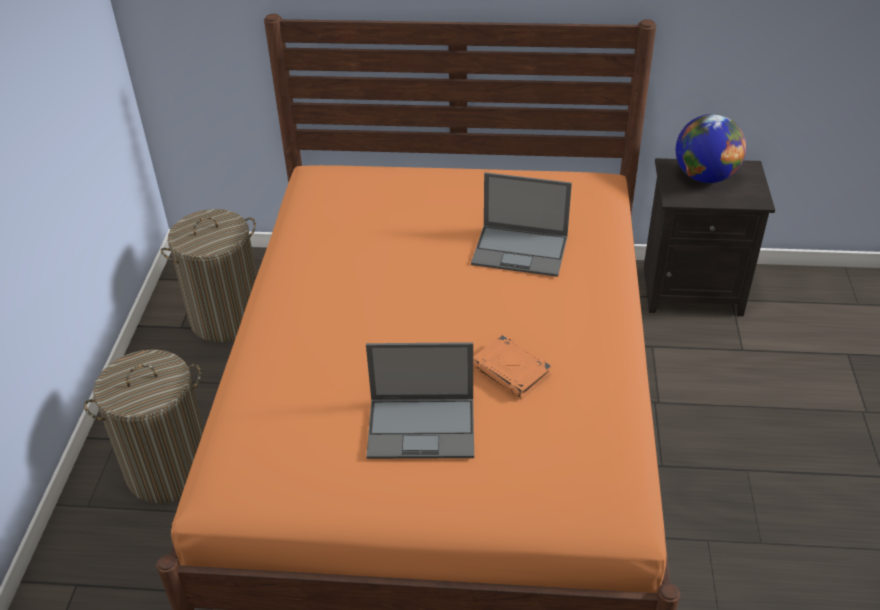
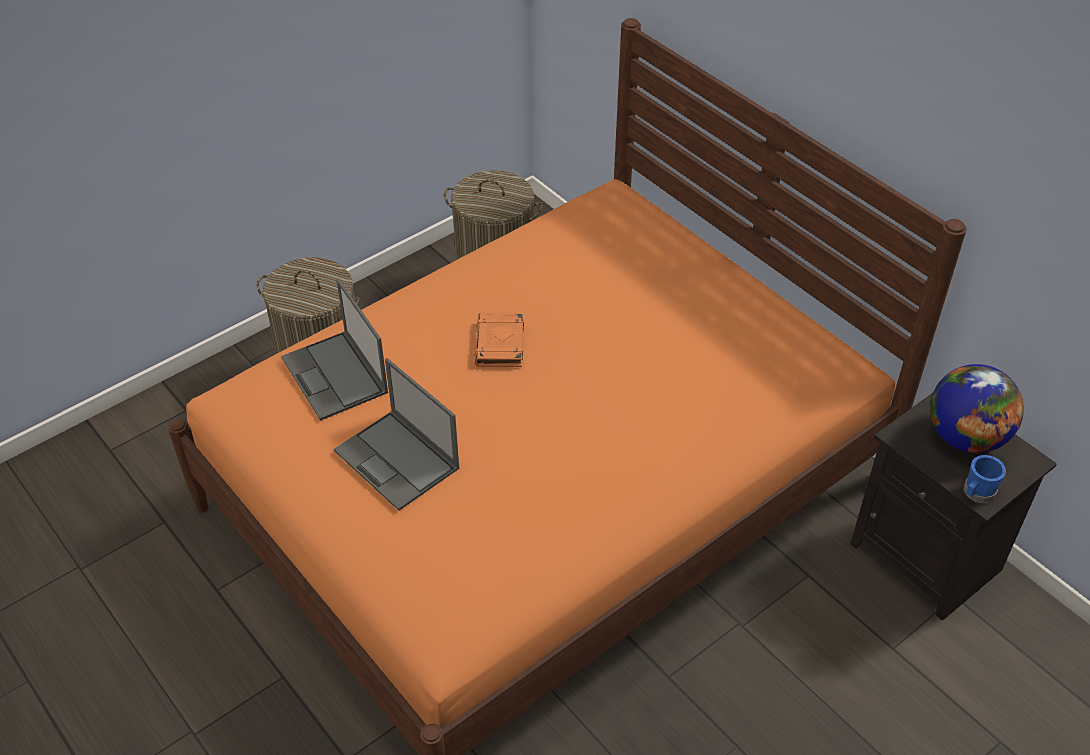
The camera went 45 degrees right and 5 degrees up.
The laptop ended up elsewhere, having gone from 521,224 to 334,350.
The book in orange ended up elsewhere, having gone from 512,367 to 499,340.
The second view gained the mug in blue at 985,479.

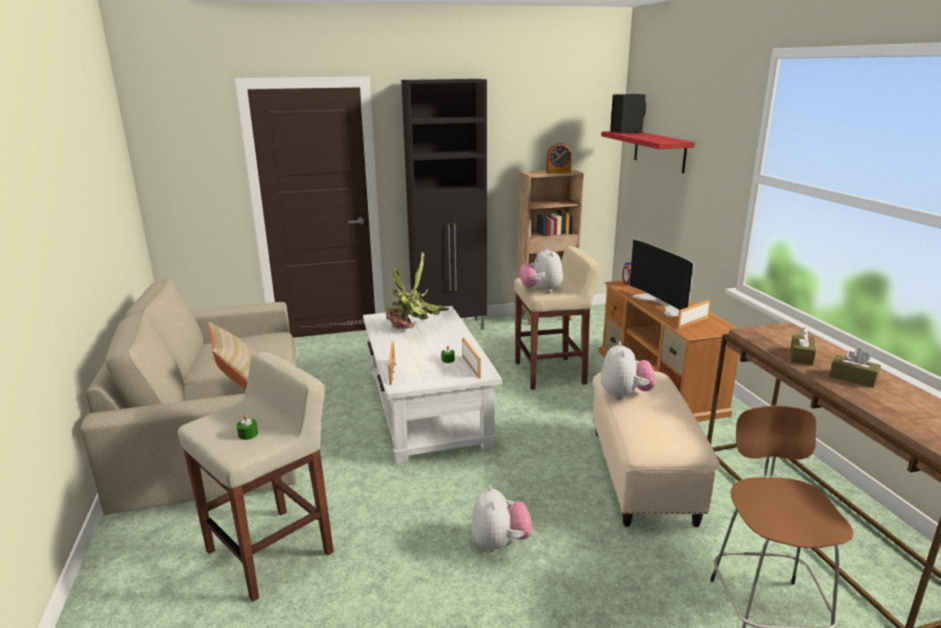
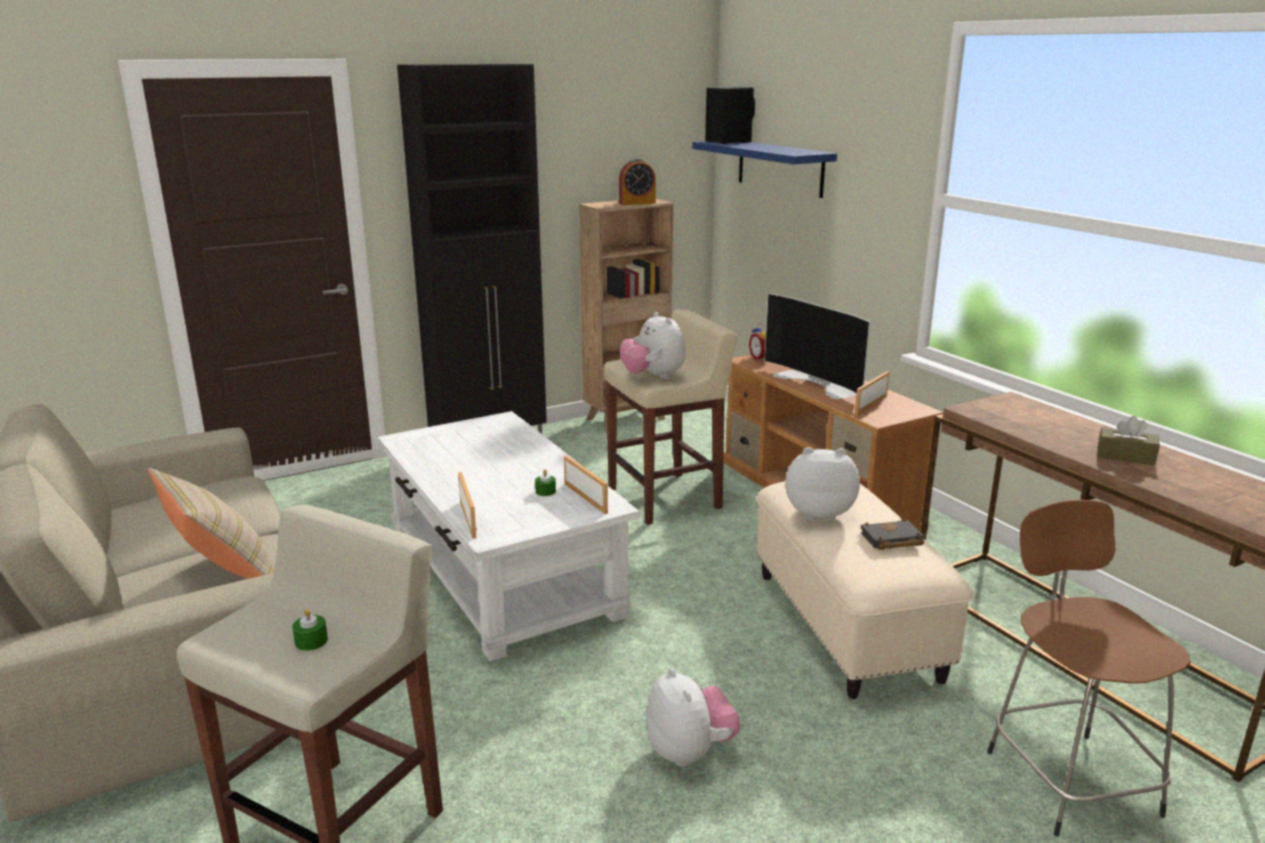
The camera went 15 degrees left and 0 degrees up.
What was the shelf in red at 648,152 turned into the shelf in blue at 764,169.
The plush toy at 628,370 ended up facing another way, 75 degrees counterclockwise from before.
The second view gained the book in black at 893,534.
The second view lost the potted plant at 417,291.
The second view lost the tissue box in brown at 803,347.

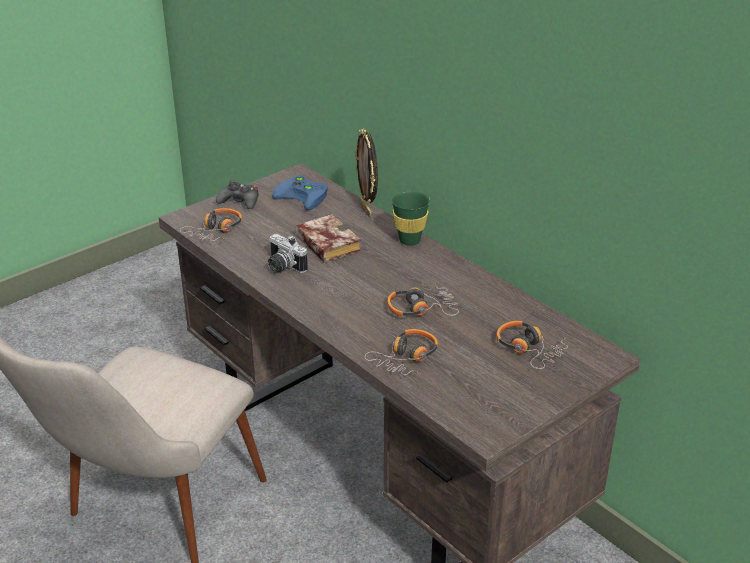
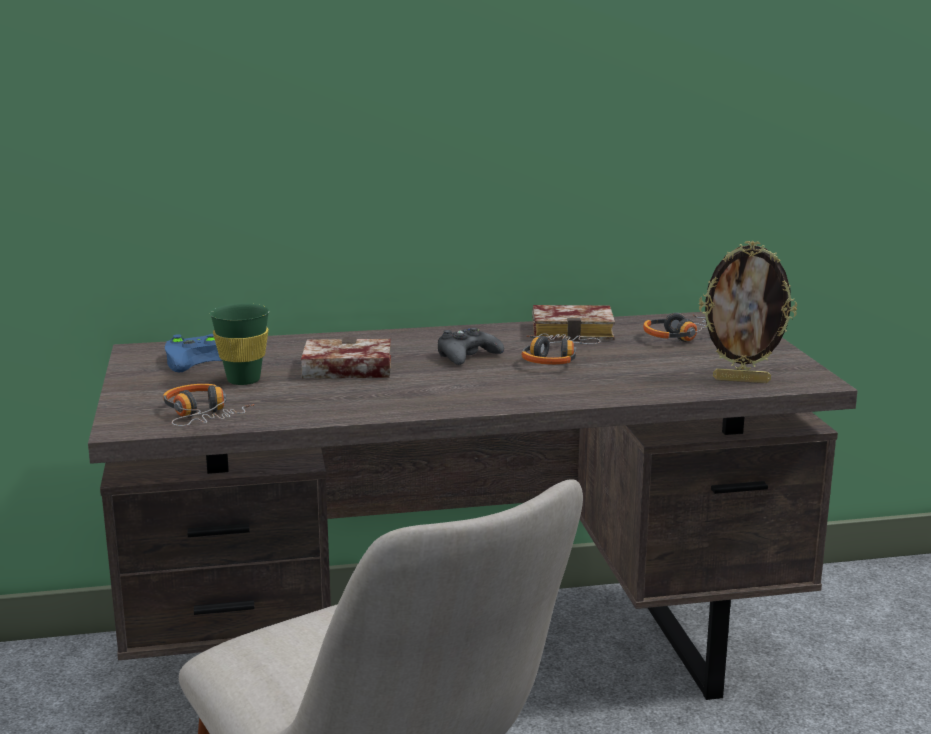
The camera went 60 degrees left and 15 degrees down.
The cup in green ended up elsewhere, having gone from 410,218 to 239,344.
The game controller in black ended up elsewhere, having gone from 237,194 to 471,346.
The second view gained the book at 573,323.
The picture frame ended up elsewhere, having gone from 366,173 to 748,312.
The second view lost the photo camera at 288,253.
The second view lost the headphones at 401,352.

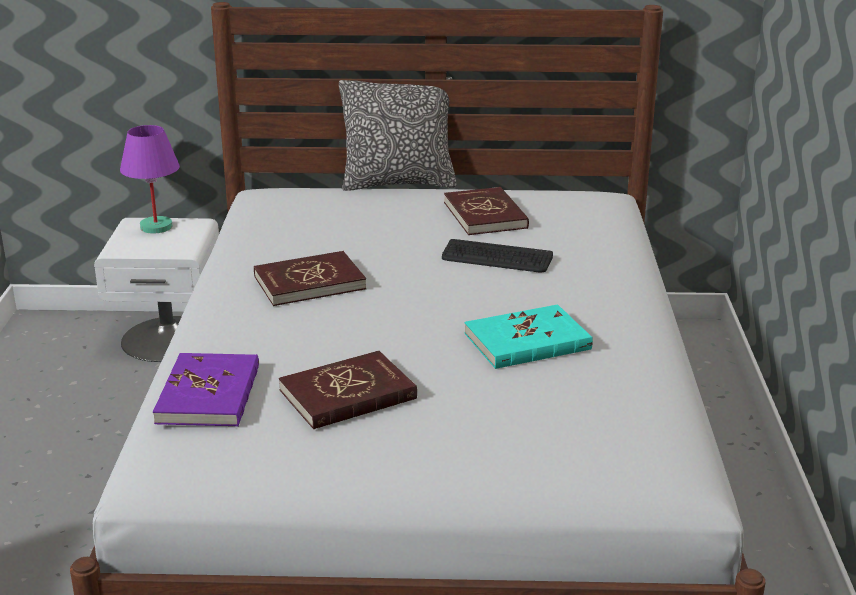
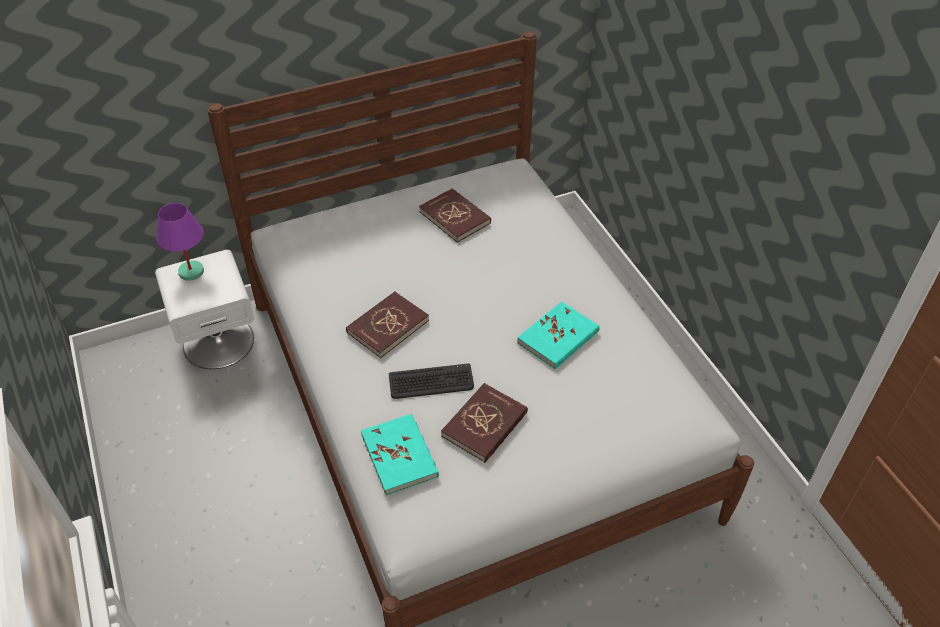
The camera went 25 degrees left and 20 degrees up.
What was the book in purple at 206,390 turned into the book in turquoise at 400,454.
The keyboard ended up elsewhere, having gone from 497,256 to 431,381.
The second view lost the pillow at 398,134.

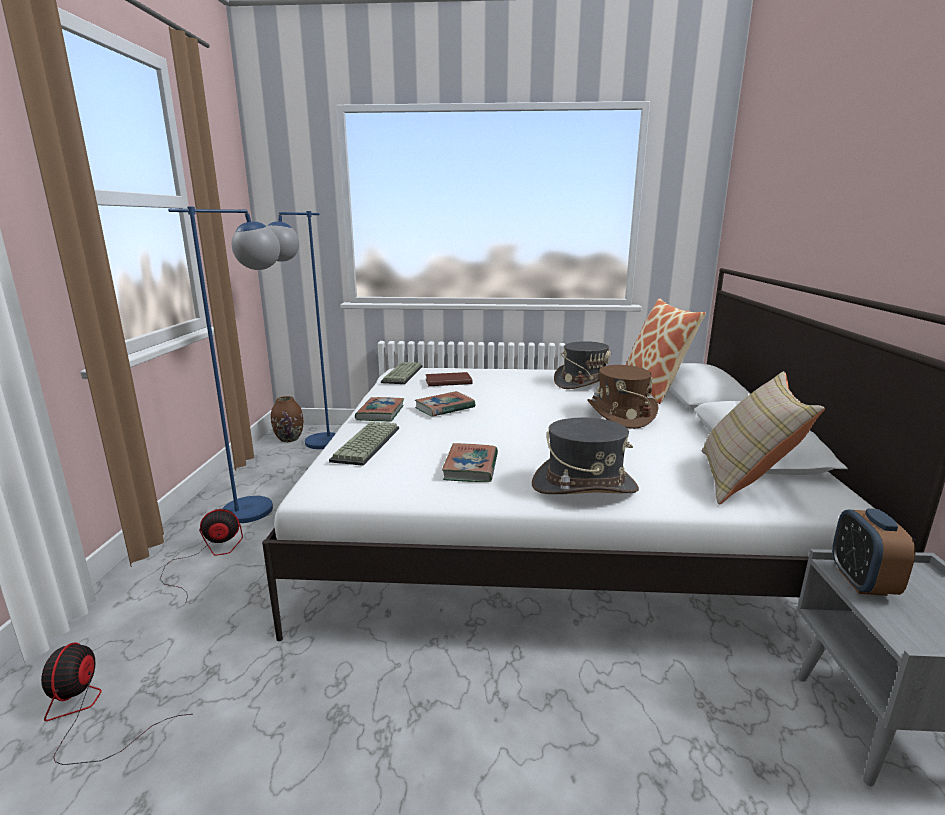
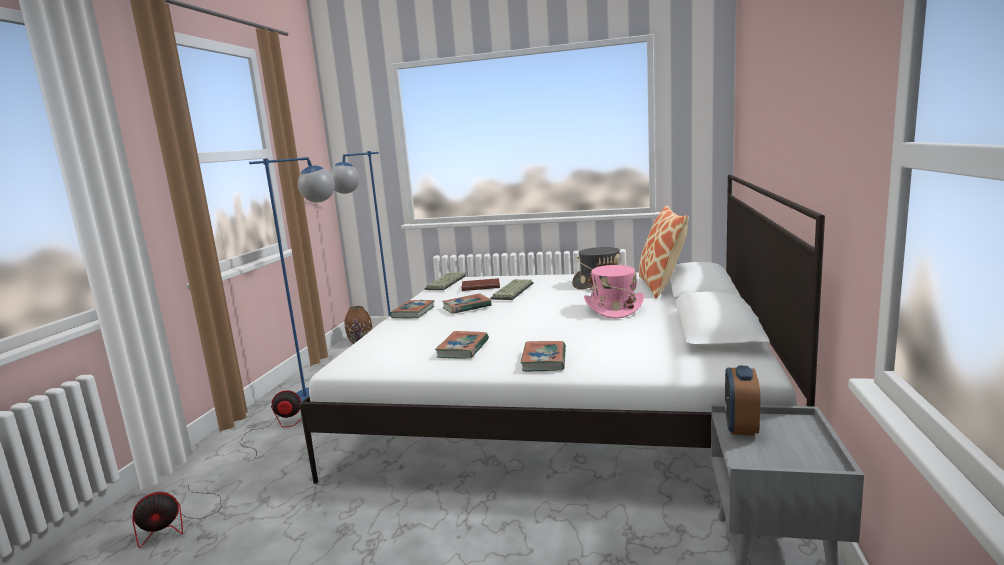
The camera went 10 degrees right and 5 degrees down.
The fan at 116,703 ended up facing another way, 120 degrees counterclockwise from before.
The keyboard ended up elsewhere, having gone from 364,443 to 512,289.
Where the hat in grey stood at 585,455, the book came to stand at 543,356.
What was the hat in brown at 623,397 turned into the hat in pink at 614,292.
The second view lost the pillow in beige at 763,438.

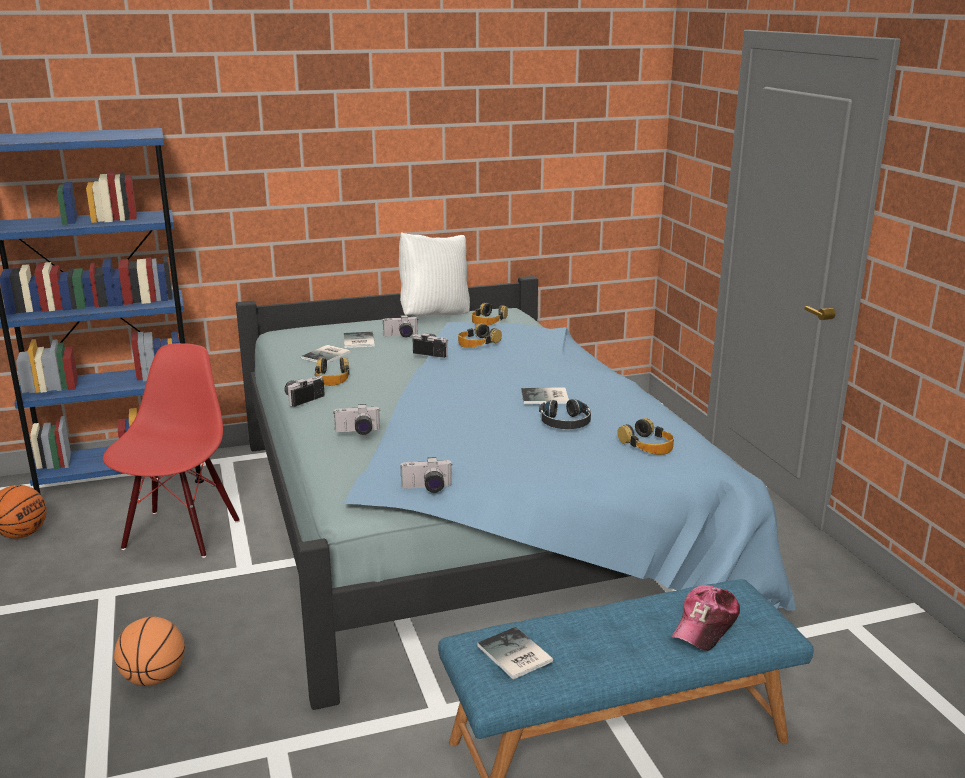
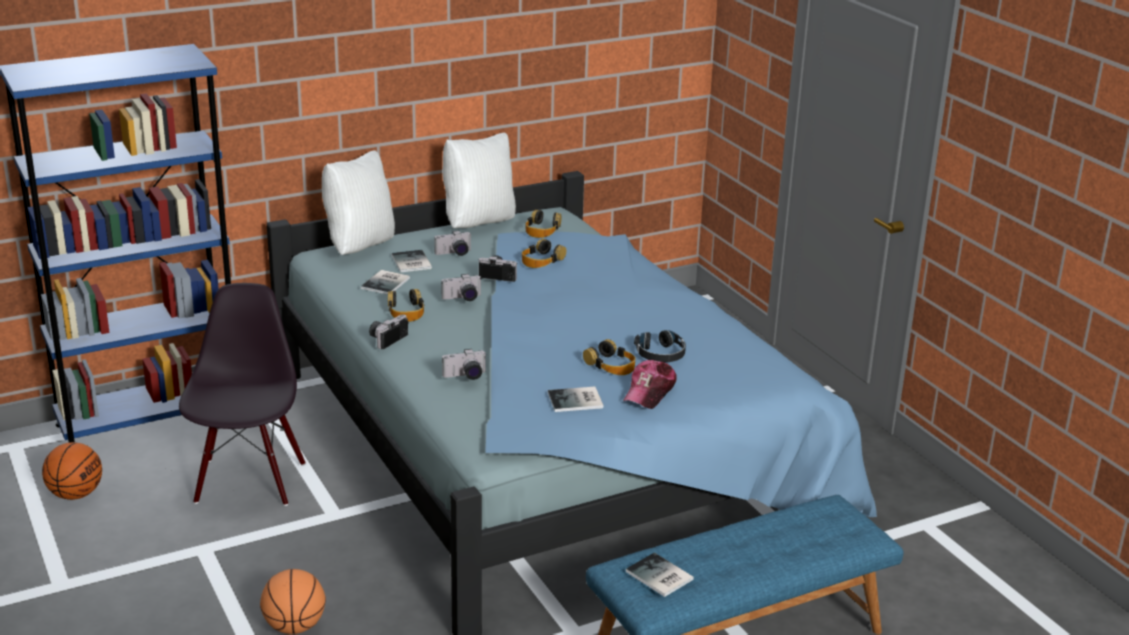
The camera went 10 degrees left and 5 degrees up.
What was the chair in red at 171,450 turned into the chair in black at 242,394.
The second view gained the pillow in white at 358,202.
The photo camera ended up elsewhere, having gone from 426,475 to 461,287.
The book ended up elsewhere, having gone from 545,395 to 575,399.
The headphones ended up elsewhere, having gone from 645,436 to 609,357.
The cap ended up elsewhere, having gone from 705,618 to 650,384.

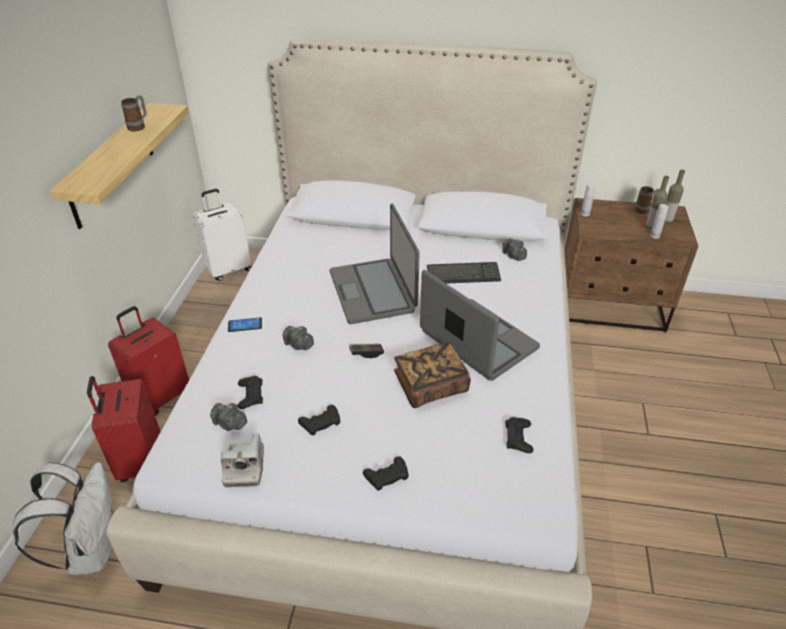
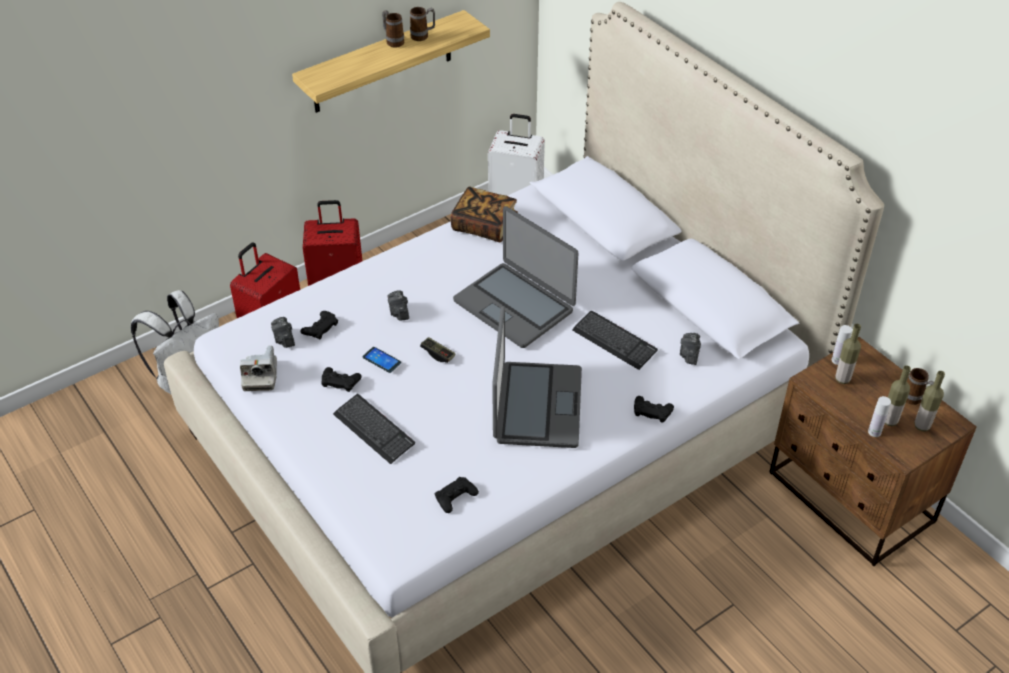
The camera went 45 degrees right and 5 degrees up.
The photo camera at 242,460 ended up facing another way, 45 degrees counterclockwise from before.
The second view gained the keyboard at 374,429.
The phone ended up elsewhere, having gone from 245,324 to 382,360.
The second view gained the mug at 393,29.
The book ended up elsewhere, having gone from 432,375 to 484,214.
The laptop at 375,264 ended up facing another way, 75 degrees counterclockwise from before.
The game controller in black ended up elsewhere, having gone from 386,473 to 654,409.
The second view gained the bottle at 848,354.

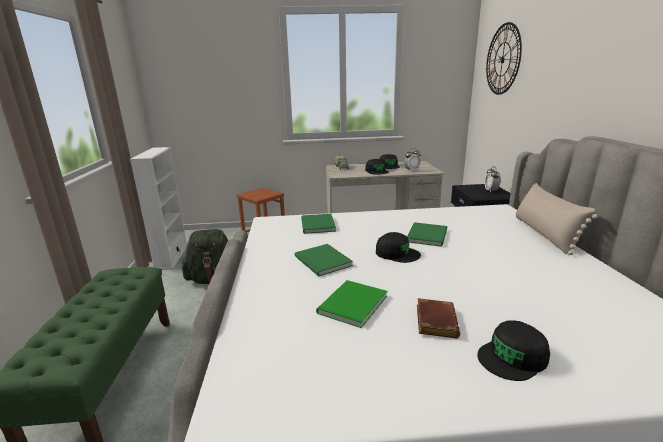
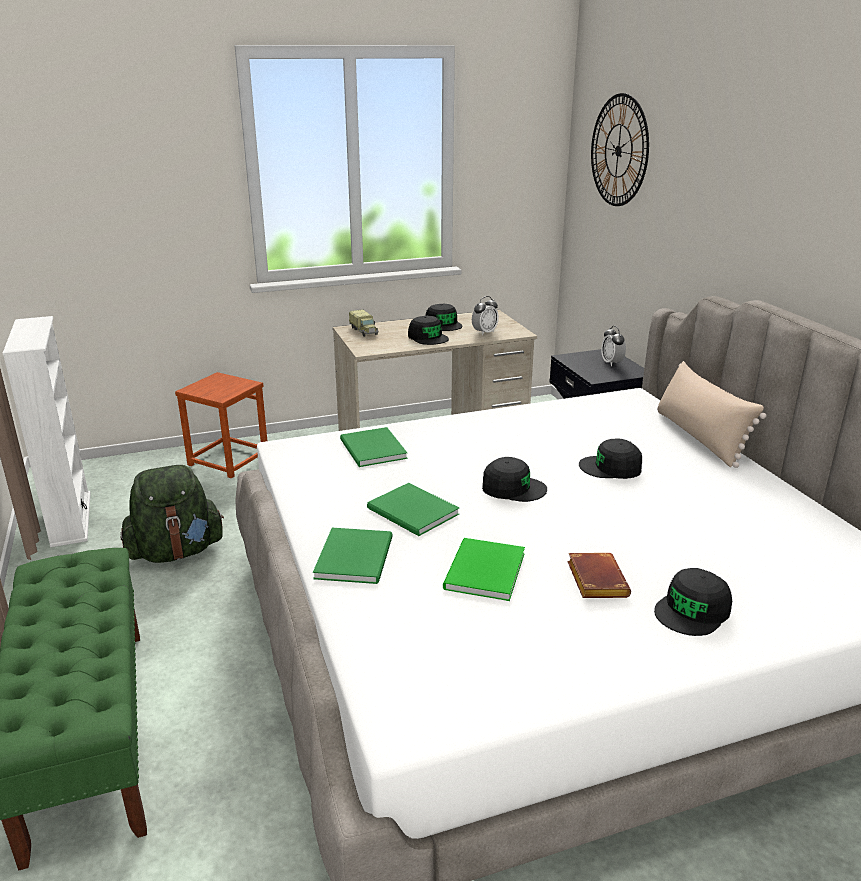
The camera went 15 degrees left and 5 degrees up.
The book in green ended up elsewhere, having gone from 427,234 to 352,556.
The second view gained the cap in black at 610,458.

